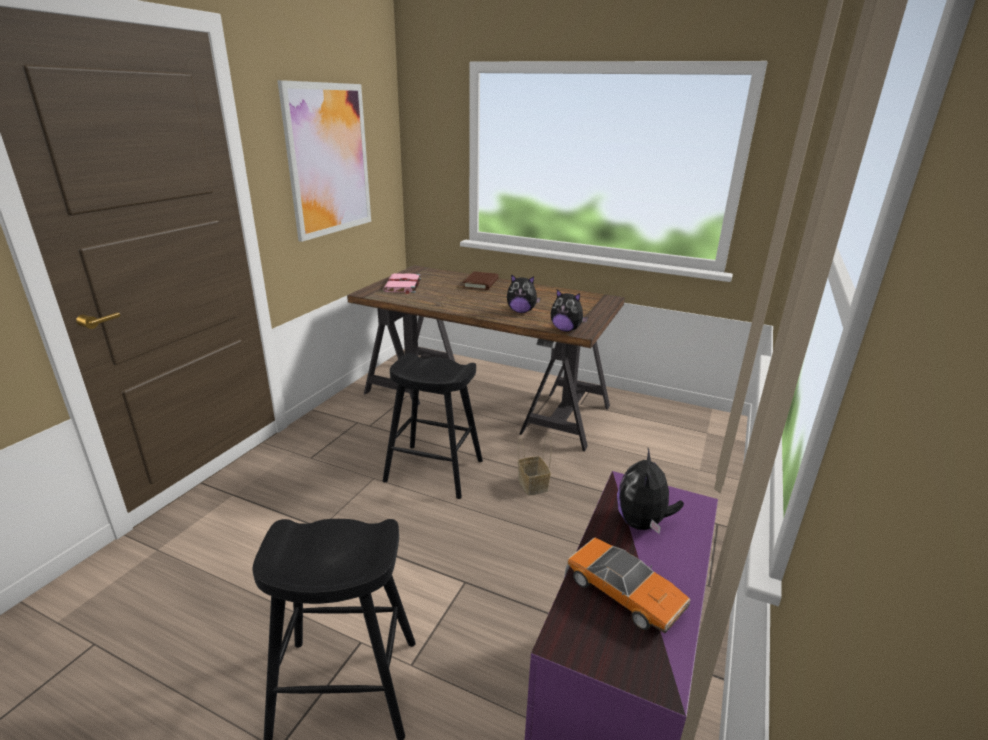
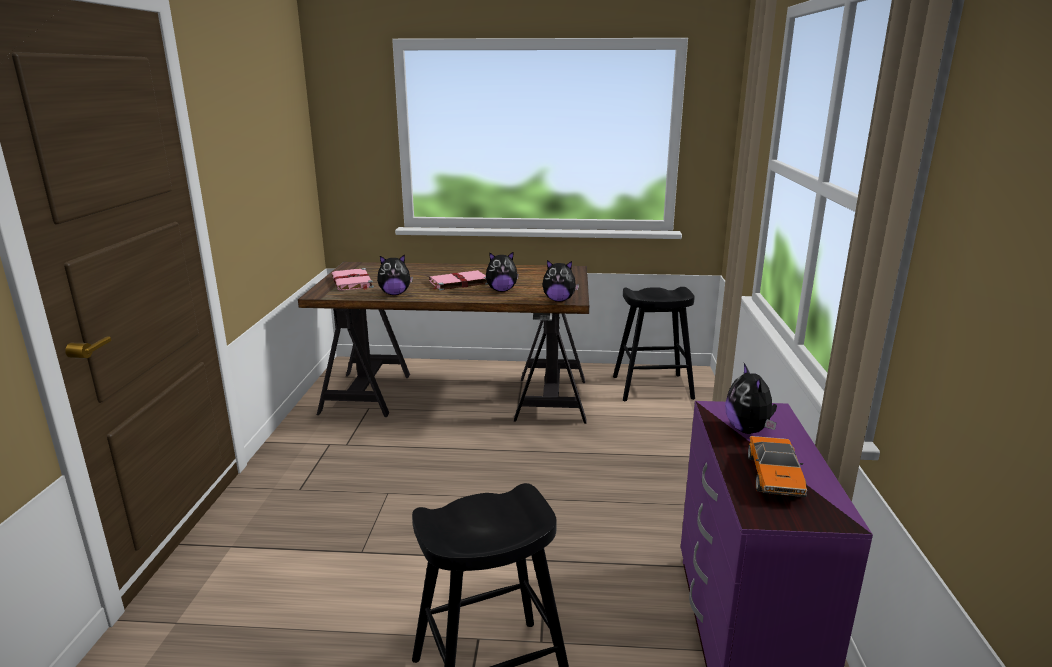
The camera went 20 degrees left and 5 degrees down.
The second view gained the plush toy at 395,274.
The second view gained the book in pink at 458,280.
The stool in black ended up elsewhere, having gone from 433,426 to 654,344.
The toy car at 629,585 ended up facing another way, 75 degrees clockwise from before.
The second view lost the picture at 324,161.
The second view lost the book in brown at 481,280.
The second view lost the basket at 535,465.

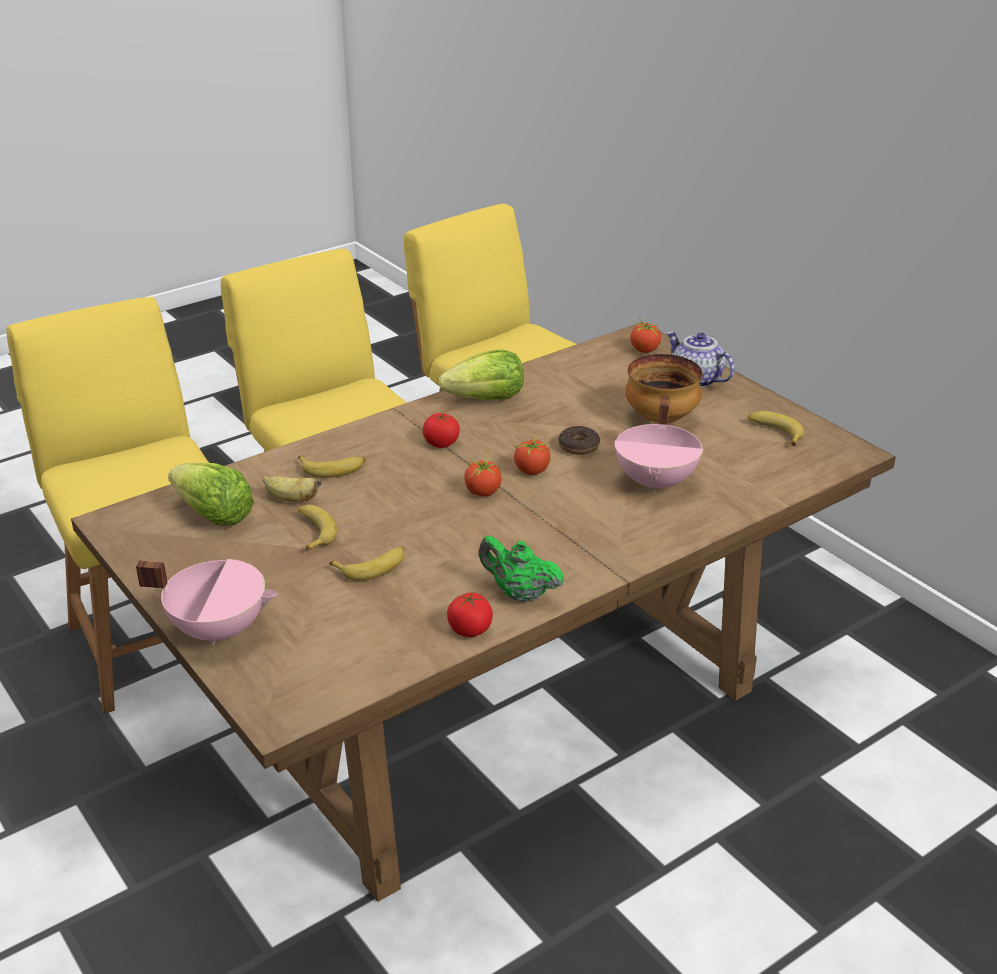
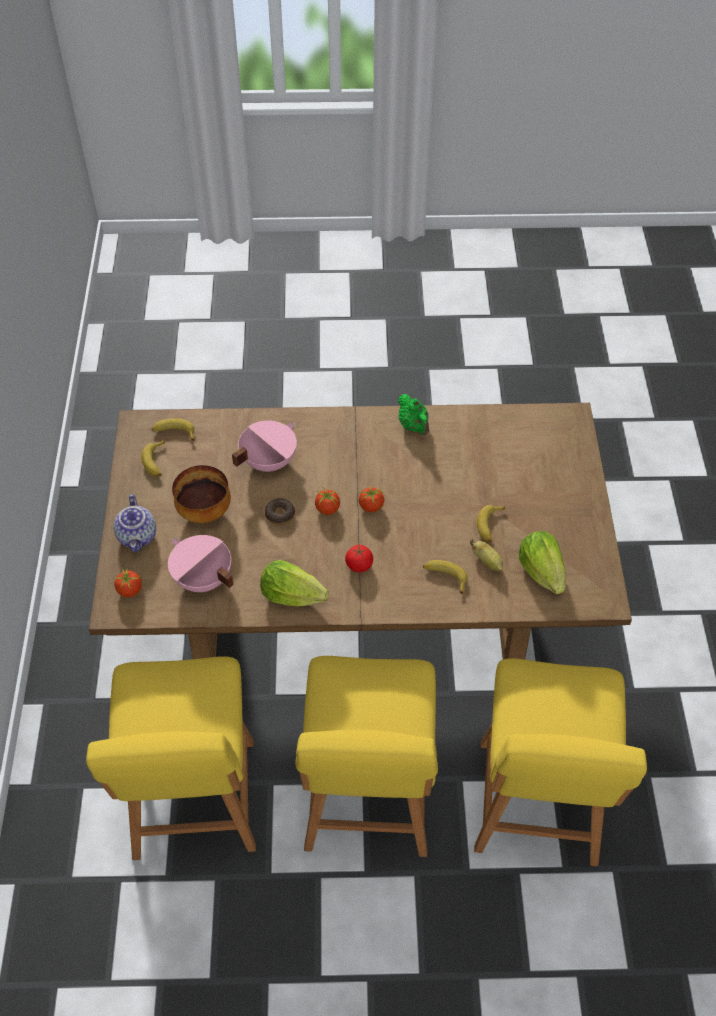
The camera went 145 degrees left and 20 degrees up.
The banana ended up elsewhere, having gone from 366,563 to 173,429.
The cooking pot in pink ended up elsewhere, having gone from 206,602 to 201,563.
The second view lost the tomato at 470,614.

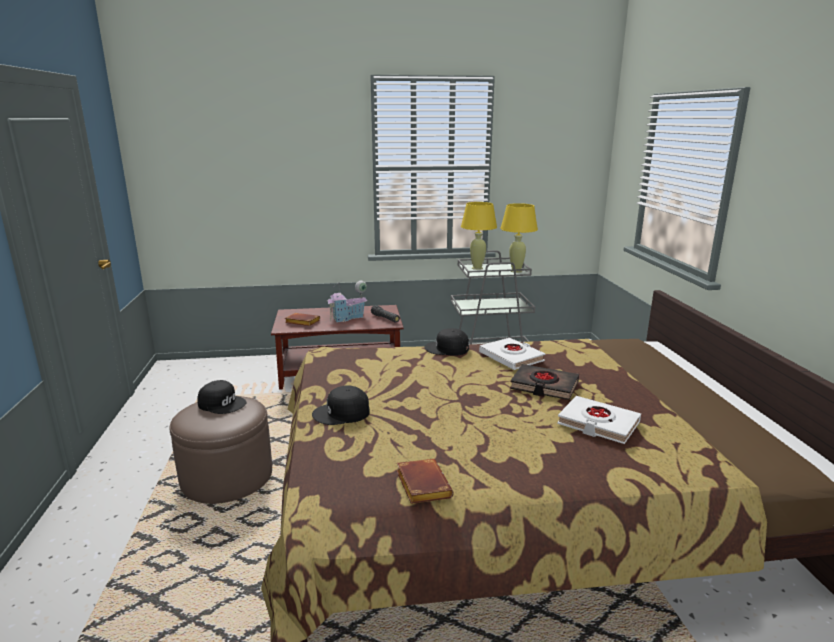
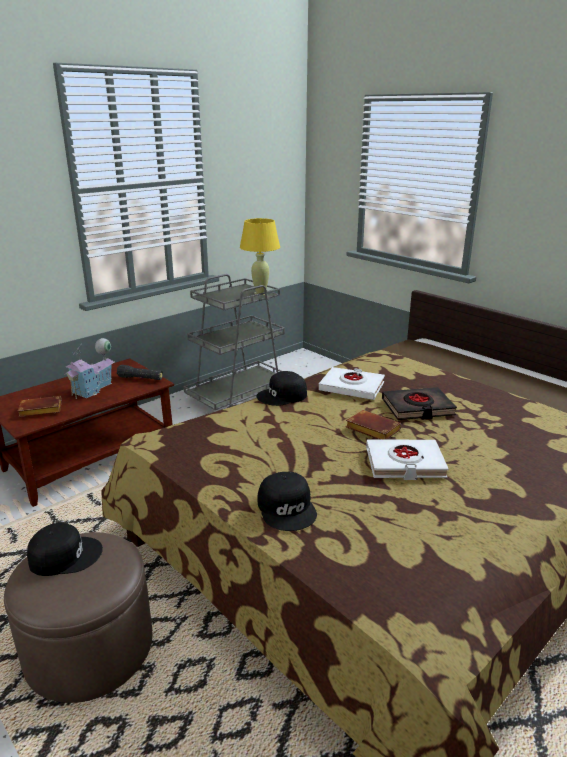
The camera went 35 degrees left and 5 degrees up.
The cap in black at 341,405 ended up facing another way, 60 degrees counterclockwise from before.
The book in brown ended up elsewhere, having gone from 424,481 to 374,425.
The book in white ended up elsewhere, having gone from 599,420 to 407,460.
The second view lost the table lamp in yellow at 479,236.

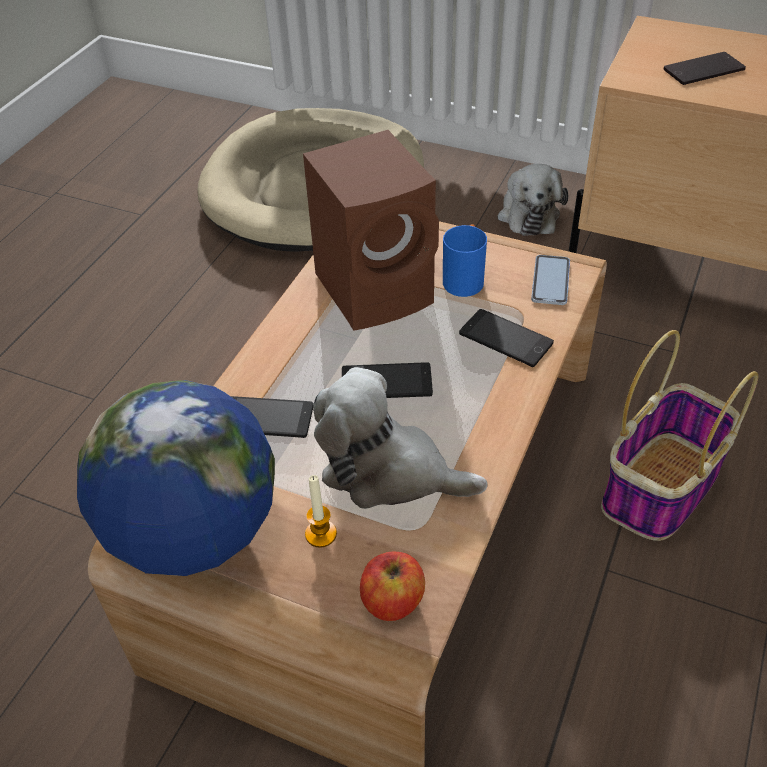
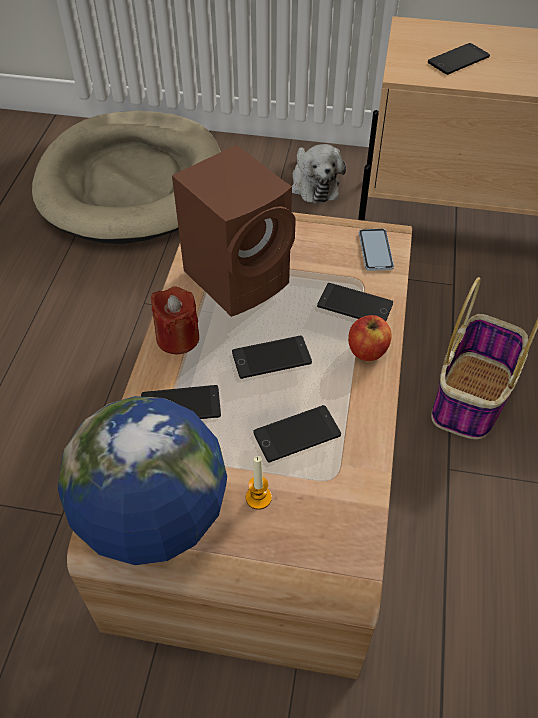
The camera went 15 degrees left and 5 degrees up.
The second view gained the candle in red at 175,320.
Where the plush toy stood at 400,438, the phone came to stand at 297,434.
The apple ended up elsewhere, having gone from 392,586 to 370,338.
The second view lost the mug in blue at 465,260.

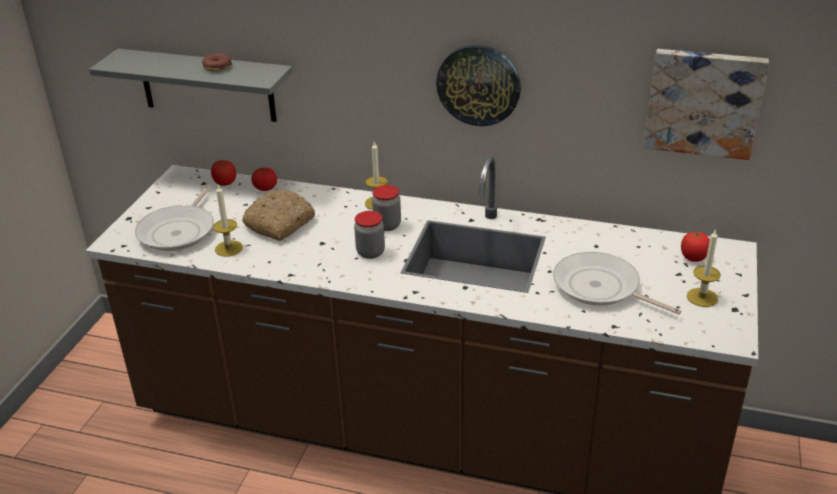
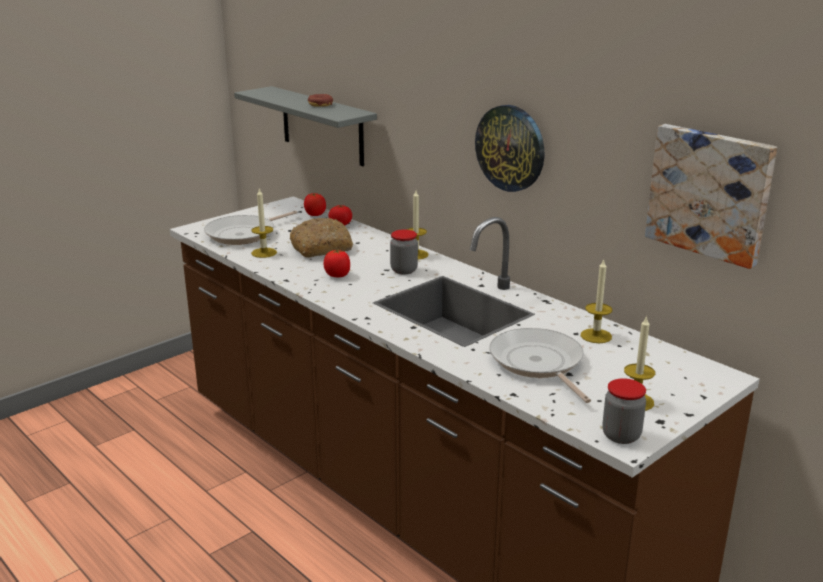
The camera went 30 degrees right and 10 degrees down.
The tomato ended up elsewhere, having gone from 695,246 to 336,263.
The second view gained the candle at 596,300.
The jar ended up elsewhere, having gone from 369,235 to 624,411.

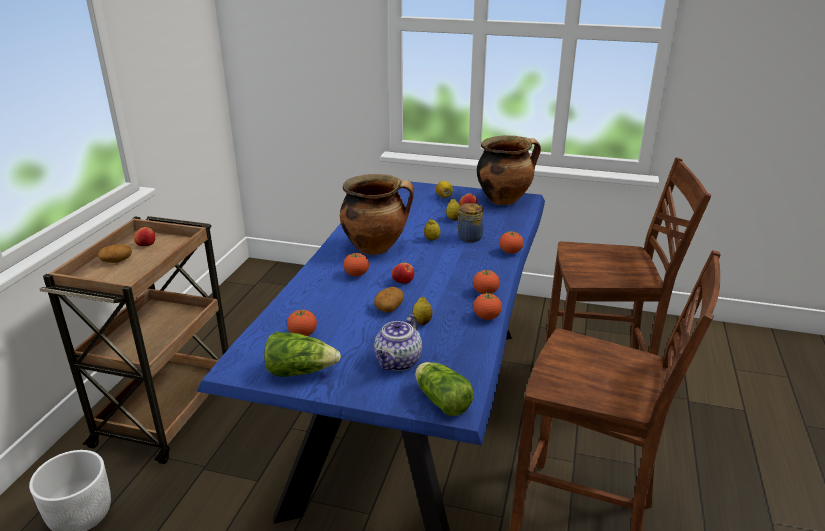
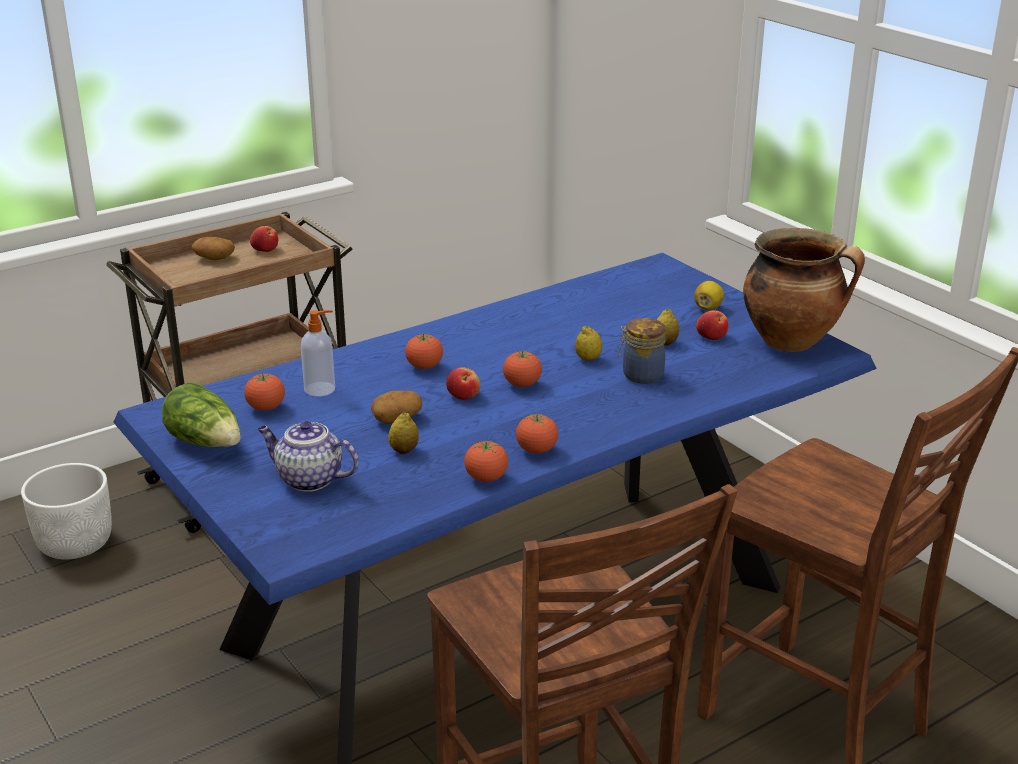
The camera went 40 degrees right and 0 degrees up.
The teapot at 398,343 ended up facing another way, 45 degrees clockwise from before.
The second view gained the soap dispenser at 318,353.
The tomato ended up elsewhere, having gone from 511,242 to 522,368.
The second view lost the cooking pot at 377,214.
The second view lost the lettuce at 444,389.

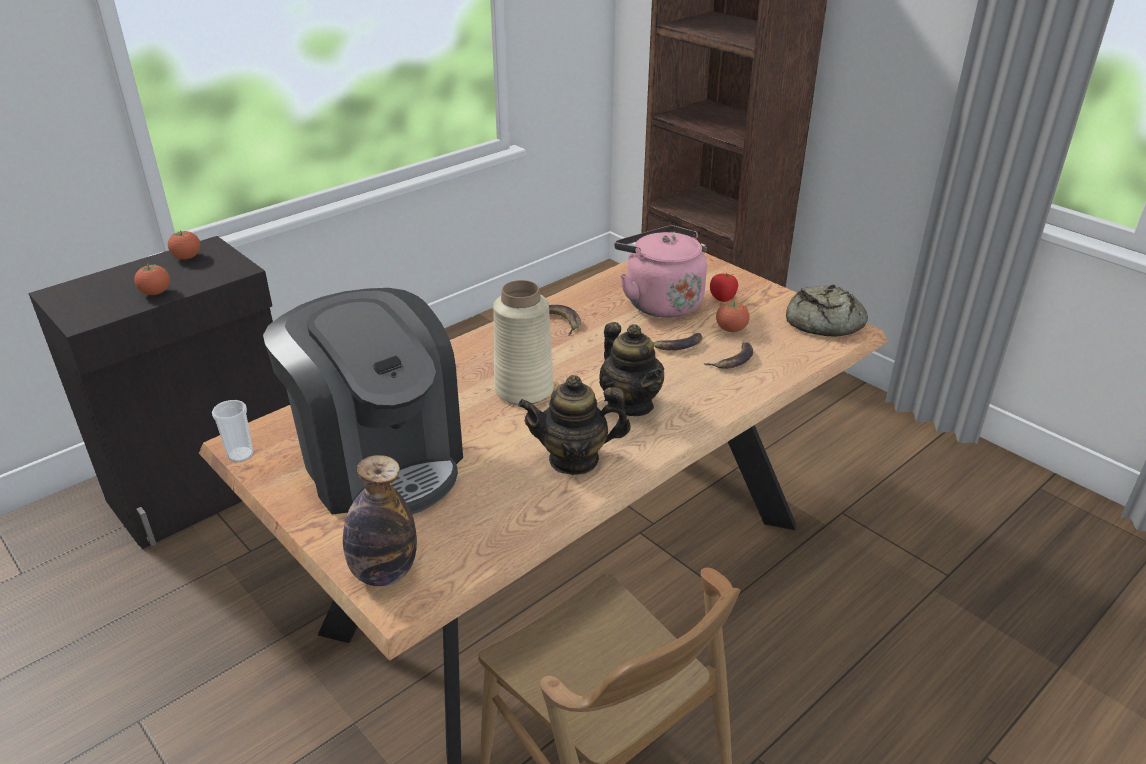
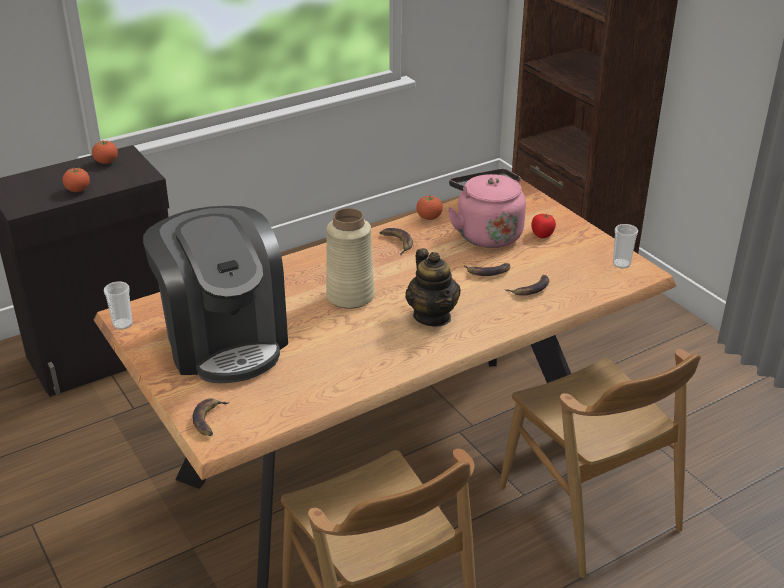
The camera went 10 degrees right and 0 degrees up.
Where the bottle stood at 380,520, the banana came to stand at 211,417.
The tomato ended up elsewhere, having gone from 732,316 to 429,207.
The second view gained the chair in brown at 600,463.
Where the bread stood at 827,311, the cup came to stand at 625,246.
The second view lost the teapot at 574,425.

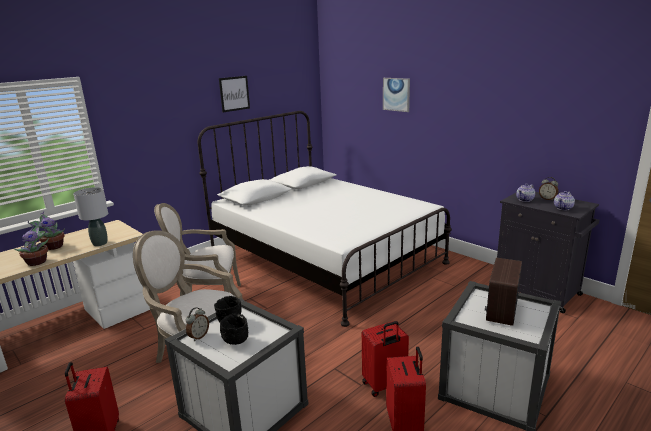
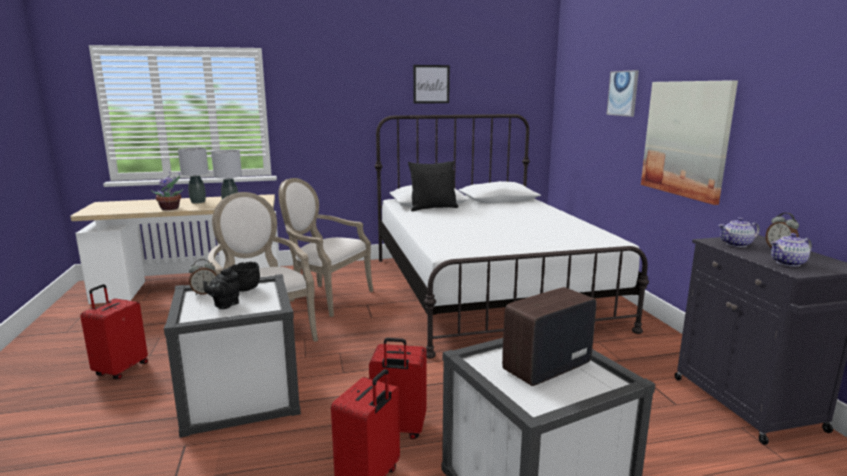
The camera went 30 degrees right and 5 degrees down.
Where the potted plant stood at 46,230, the table lamp in grey came to stand at 193,176.
Where the bowl in black stood at 234,329, the teapot in black came to stand at 221,288.
The second view gained the pillow in black at 433,186.
The second view gained the picture at 689,142.

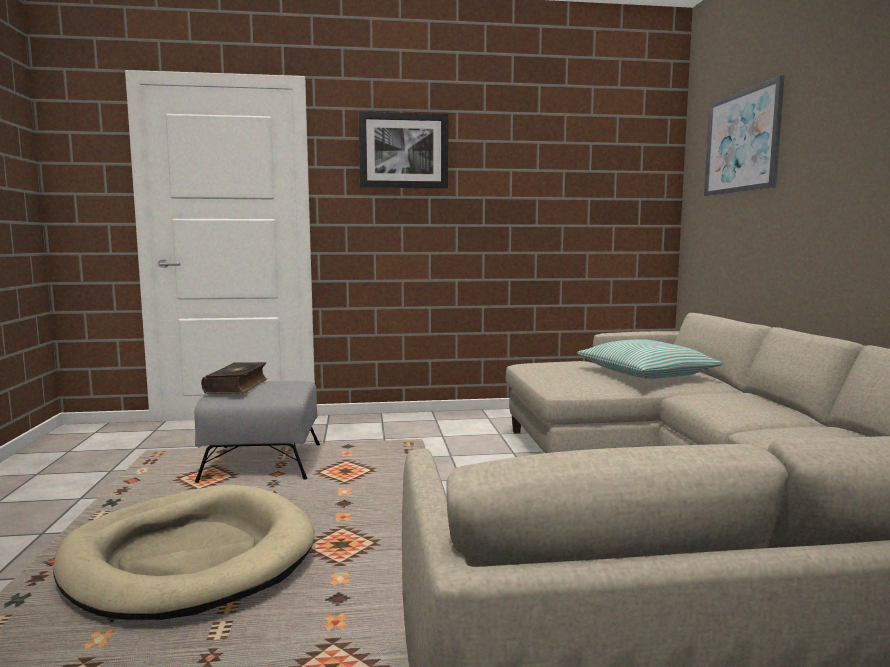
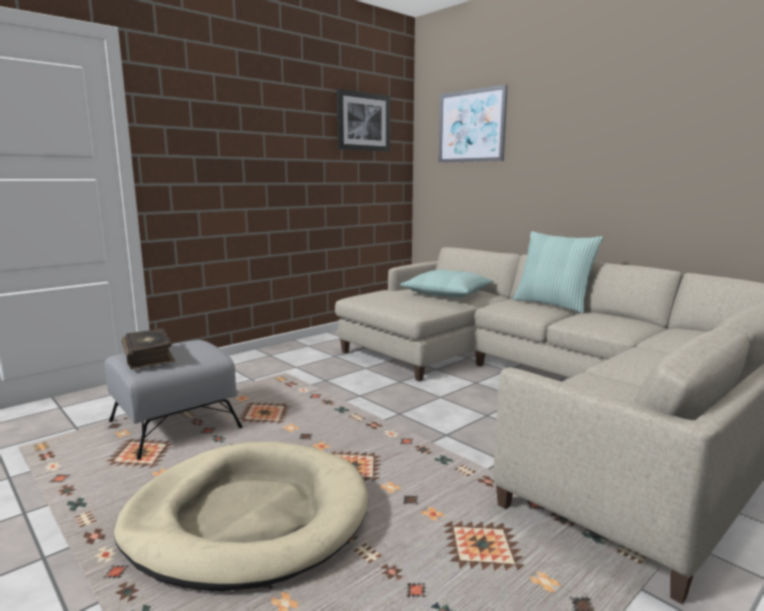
The camera went 35 degrees left and 5 degrees up.
The picture ended up elsewhere, having gone from 403,150 to 363,120.
The second view gained the pillow at 558,272.

